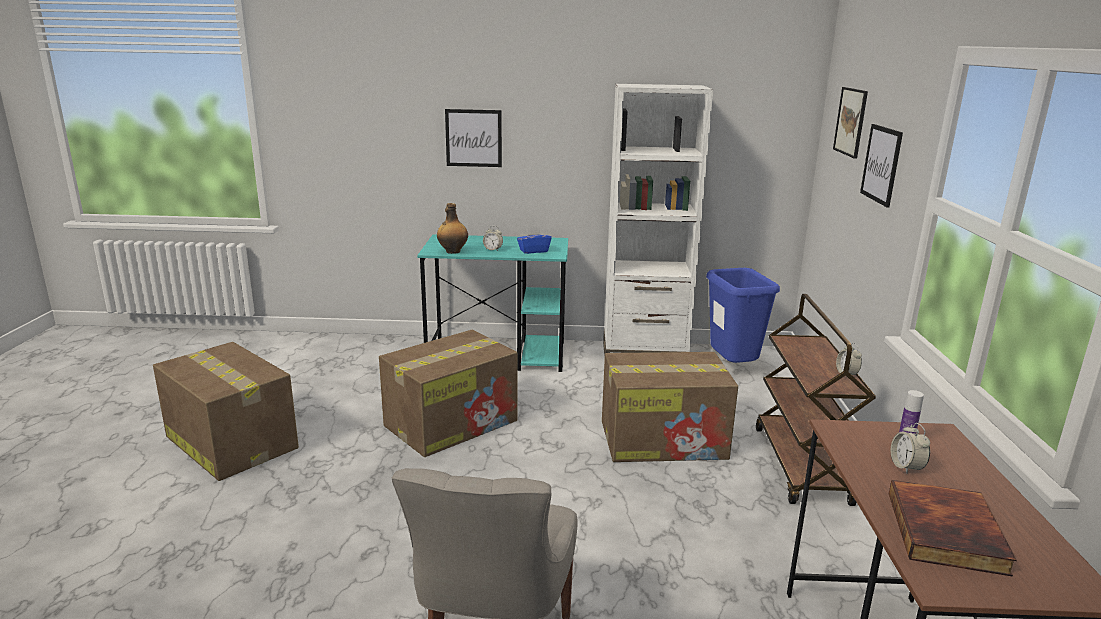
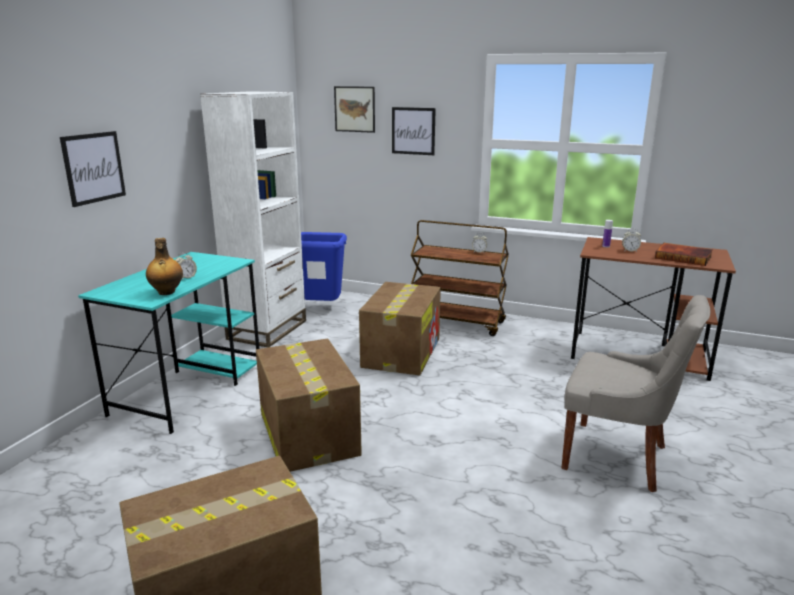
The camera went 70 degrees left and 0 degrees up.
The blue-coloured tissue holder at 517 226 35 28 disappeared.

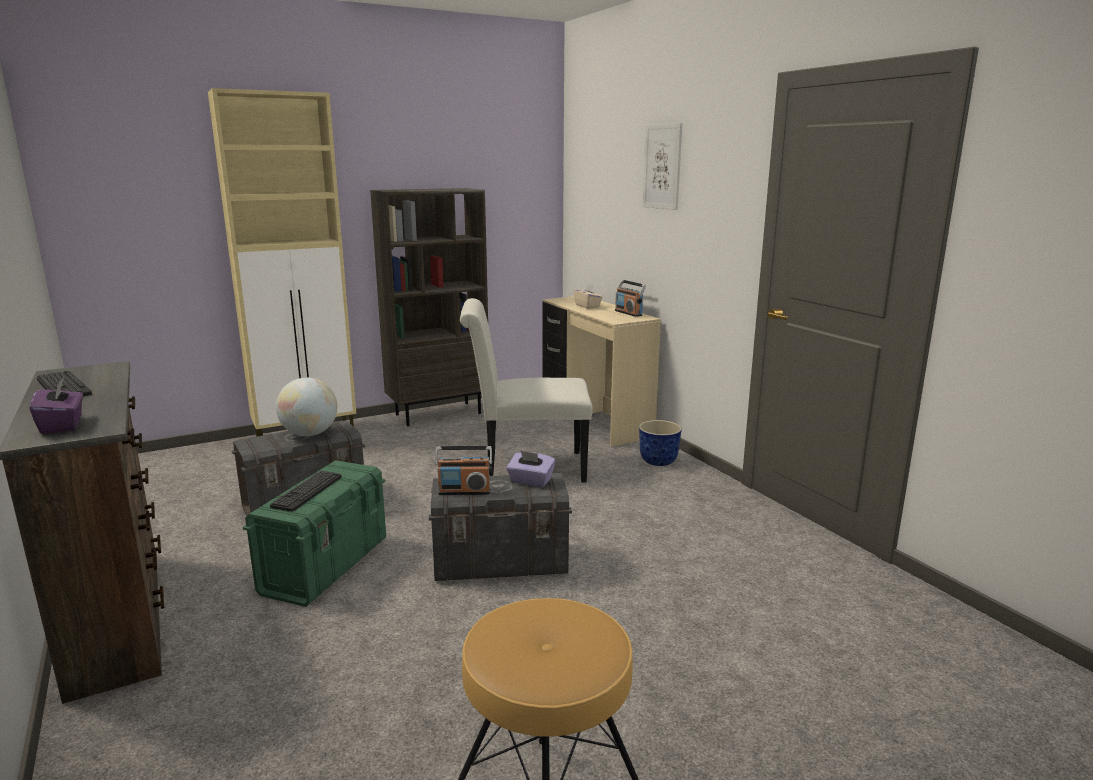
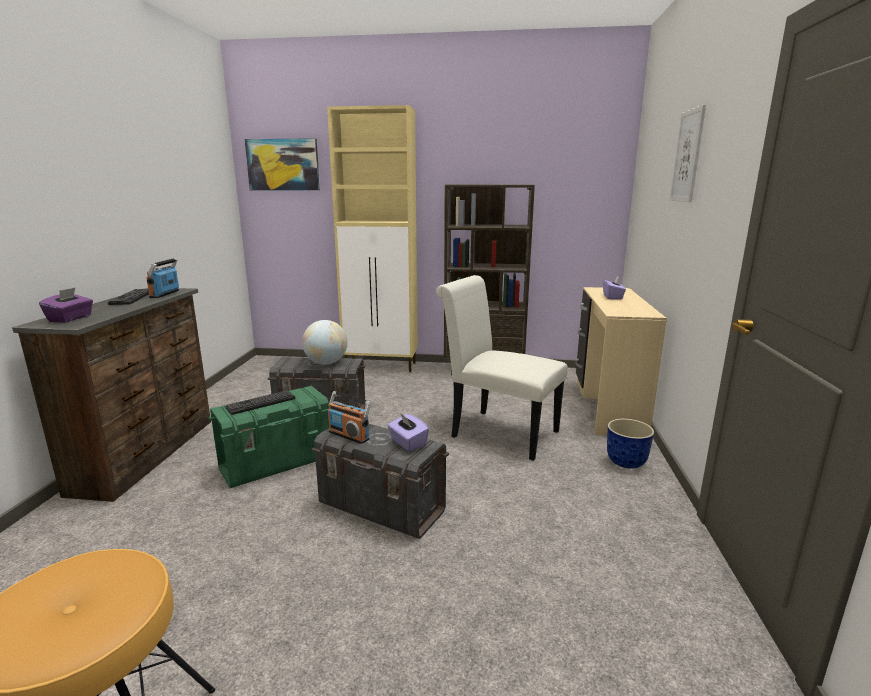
The camera went 35 degrees right and 0 degrees up.
The radio set moved from 615 280 31 37 to 146 258 33 40.
The wall picture at 244 138 76 53 appeared.
The beige-coloured tissue holder at 573 284 30 25 became the purple-coloured tissue holder at 603 276 23 24.

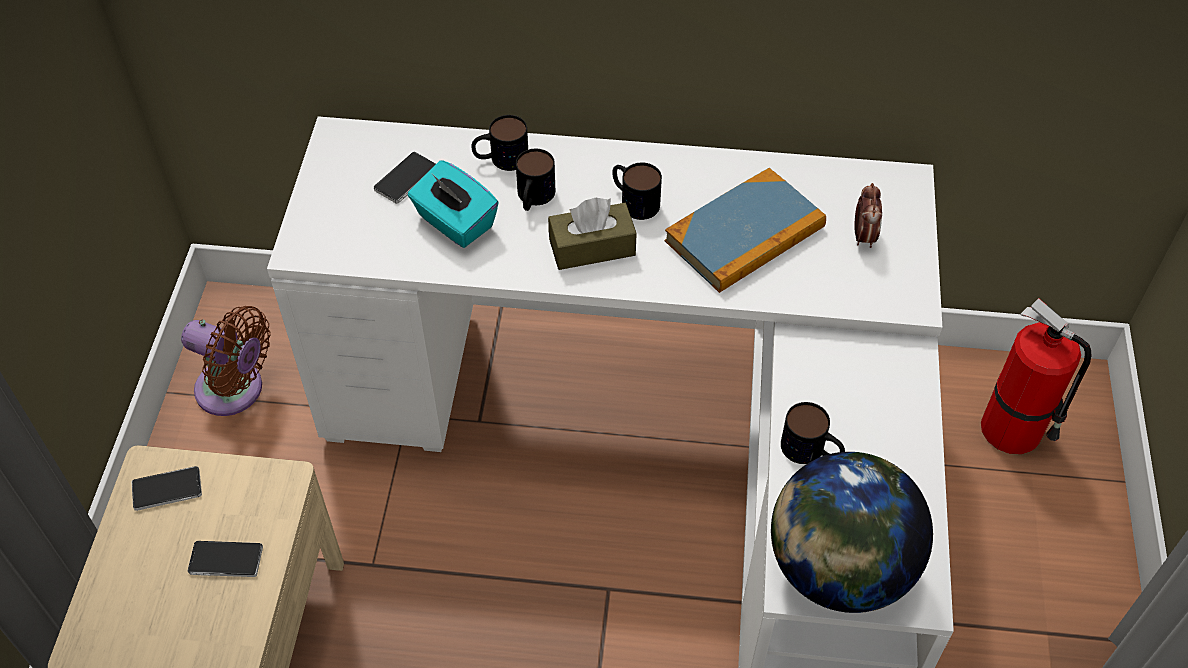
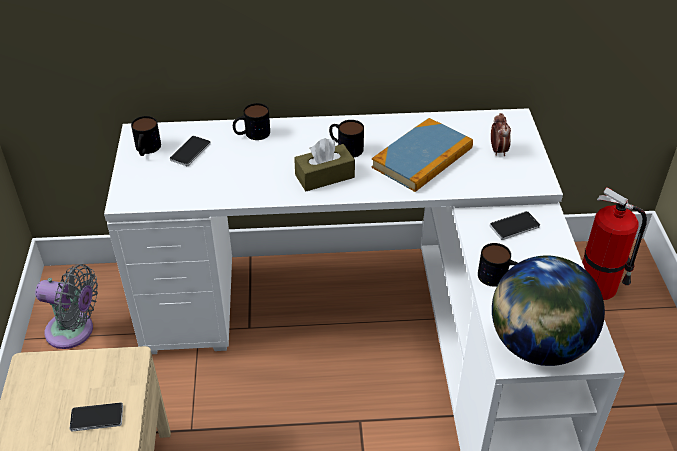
The camera went 10 degrees left and 10 degrees down.
The brown cooling fan at 181 306 89 110 became the grey cooling fan at 35 264 63 85.
The mug moved from 516 149 39 62 to 131 116 30 40.
The handset moved from 132 466 70 45 to 490 211 50 29.
The turquoise-coloured tissue holder at 408 160 91 88 disappeared.

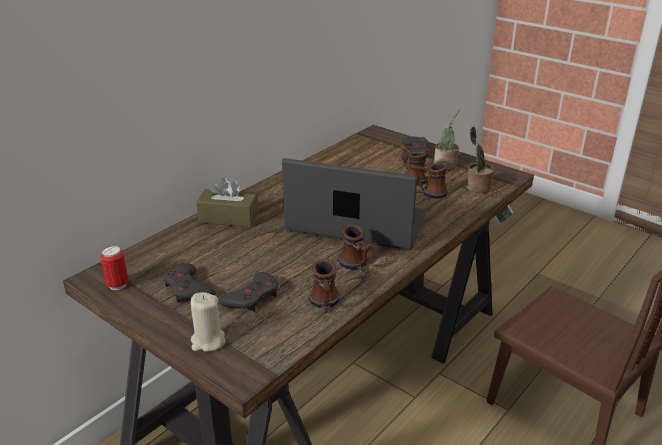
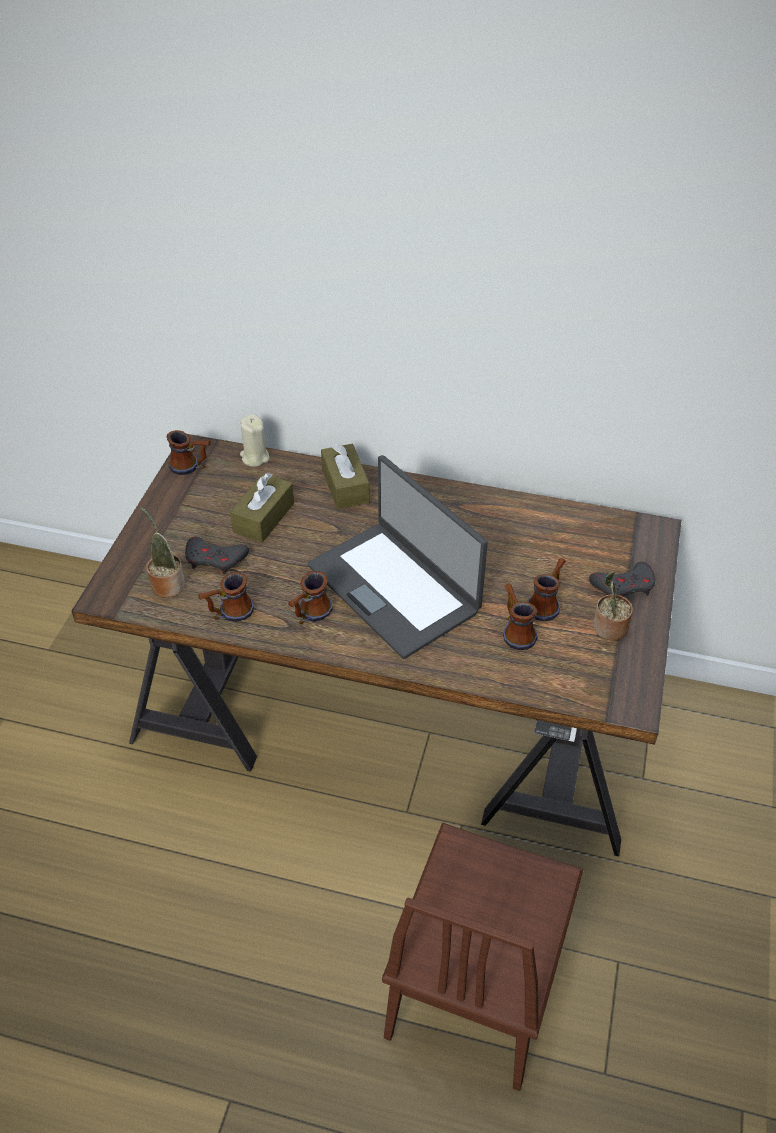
The camera went 65 degrees right and 15 degrees up.
The plant in a pot moved from 467 126 27 68 to 140 507 45 91.
The can at 100 246 28 44 was replaced by the mug at 167 430 44 45.
The brown tissue holder at 230 473 64 70 appeared.
The beige-coloured candle moved from 191 292 34 60 to 240 415 30 52.
The portable computer at 282 158 144 92 turned 150 degrees clockwise.
The grey joypad at 163 263 53 39 disappeared.

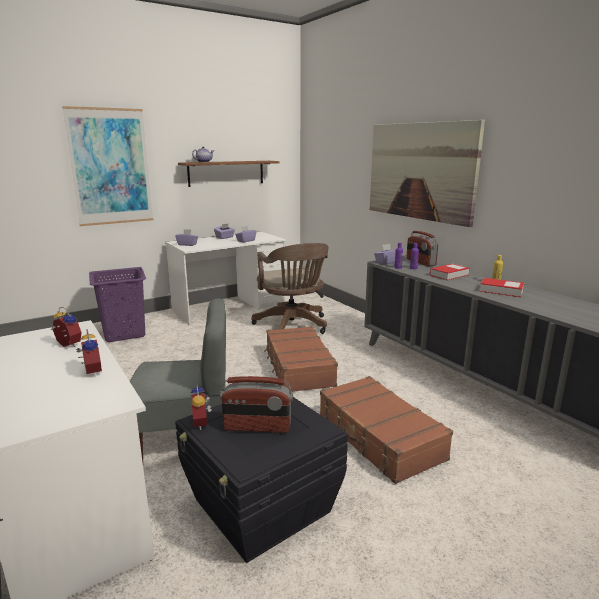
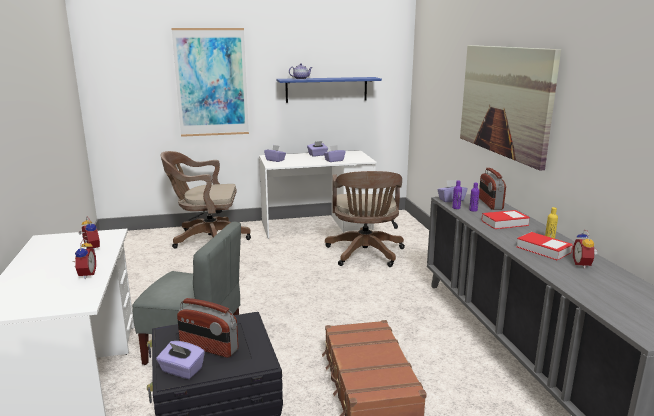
The camera went 20 degrees right and 0 degrees up.
The purple-coloured tissue holder at 156 341 49 38 appeared.
The purple-coloured hamper at 89 267 57 75 was replaced by the brown desk chair at 160 151 91 98.
The brown bracket shelf at 178 161 101 26 became the blue-coloured bracket shelf at 276 77 106 26.
The alarm clock moved from 191 384 20 46 to 573 230 24 39.
The brown travel case at 264 326 74 66 disappeared.

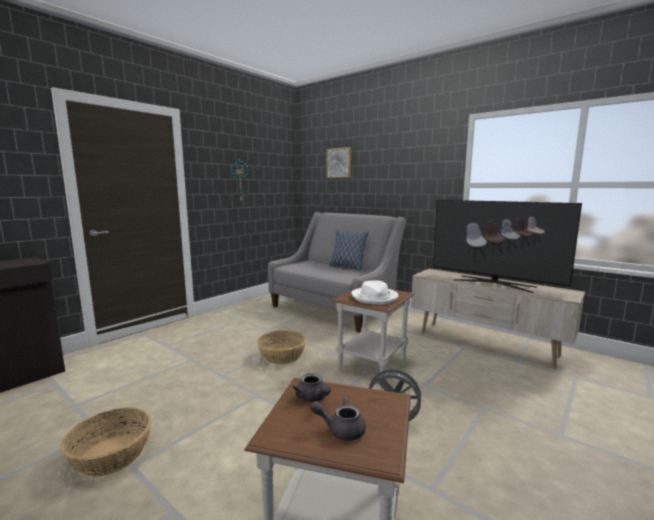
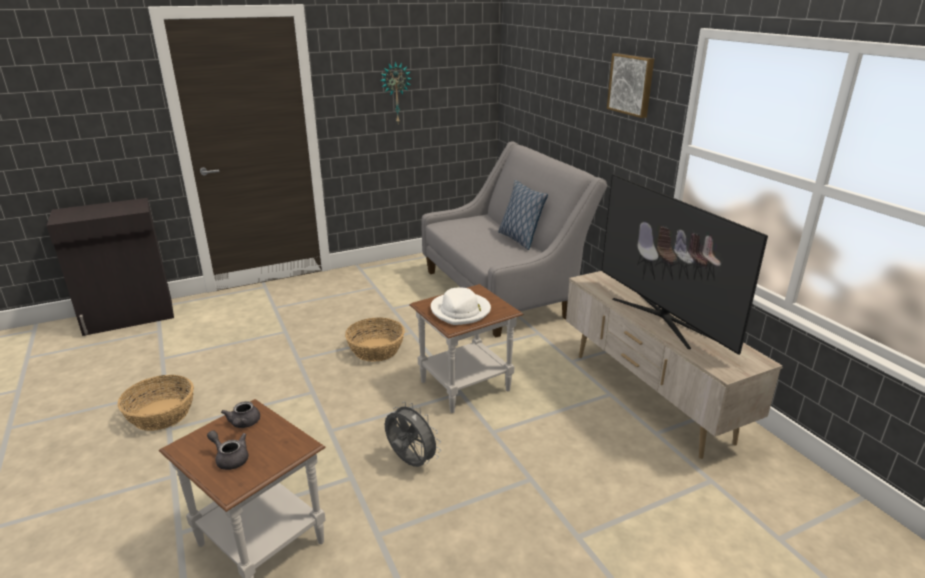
The camera went 25 degrees right and 15 degrees up.
The wall picture moved from 326 147 25 31 to 607 53 47 65.

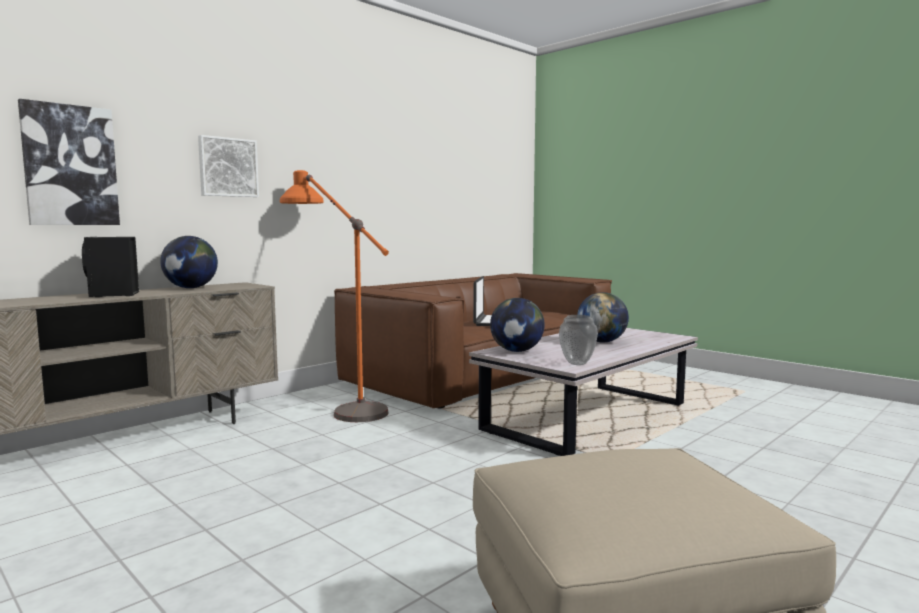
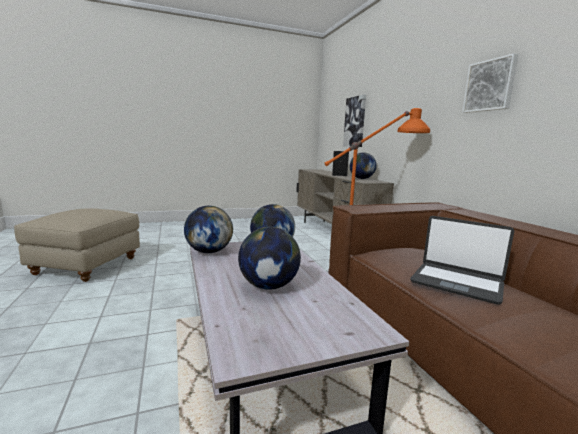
The camera went 115 degrees right and 5 degrees up.
The flower vase at 559 315 39 50 was replaced by the world globe at 184 206 49 47.
The wall picture moved from 198 135 61 62 to 462 53 57 60.

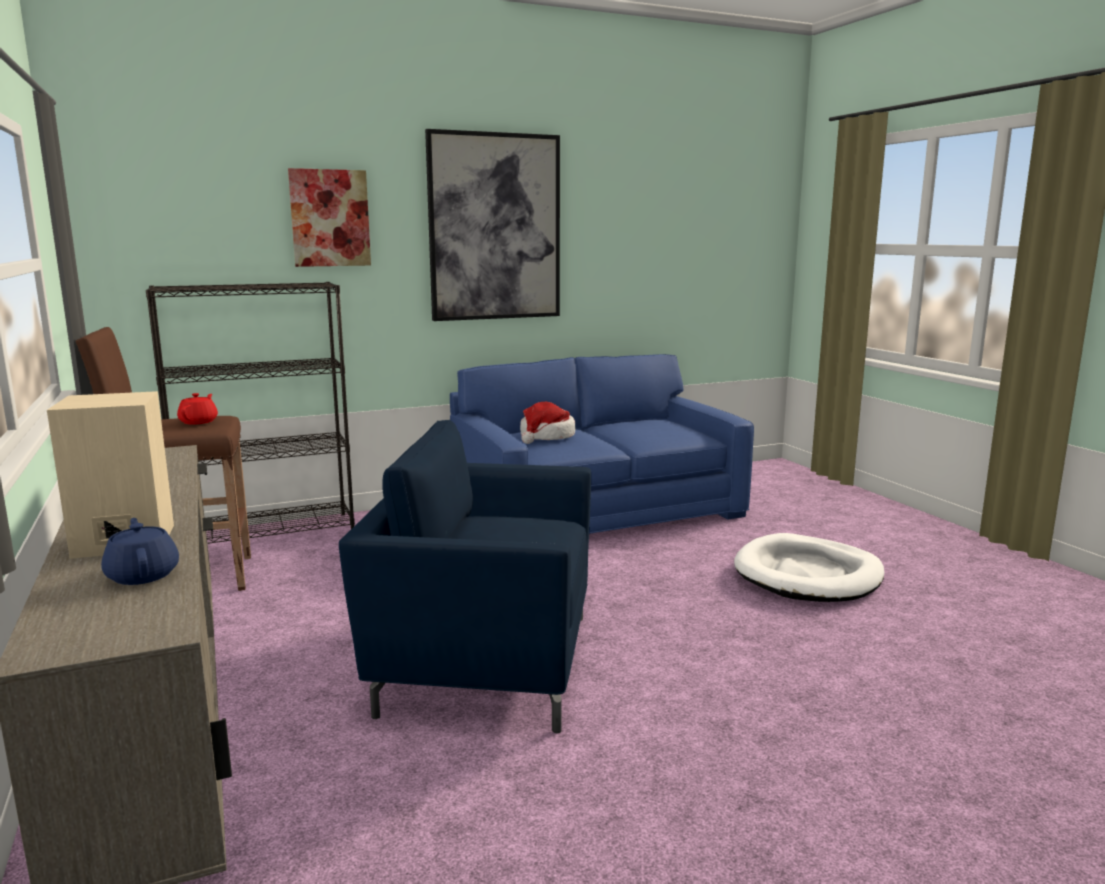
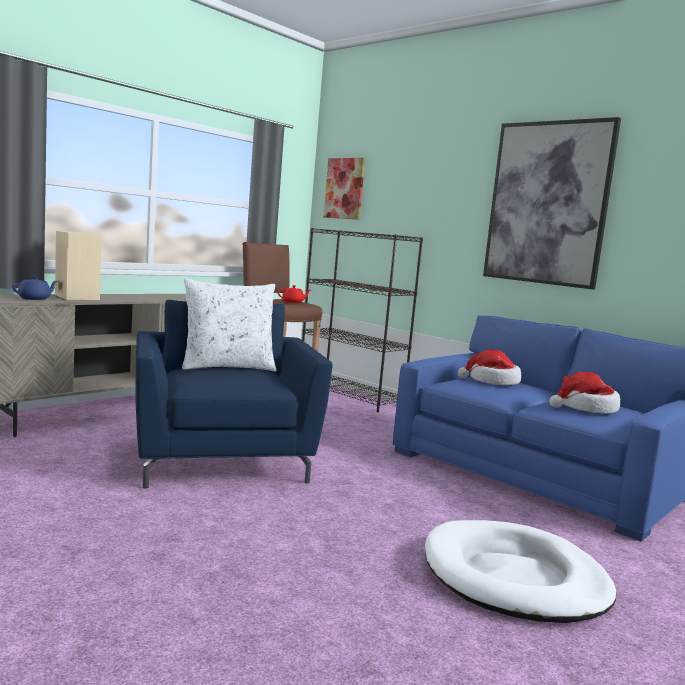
The camera went 65 degrees right and 5 degrees down.
The white-coloured pillow at 182 279 95 92 appeared.
The wall picture moved from 288 168 83 99 to 324 158 41 62.
The wearable hat at 550 372 70 42 appeared.

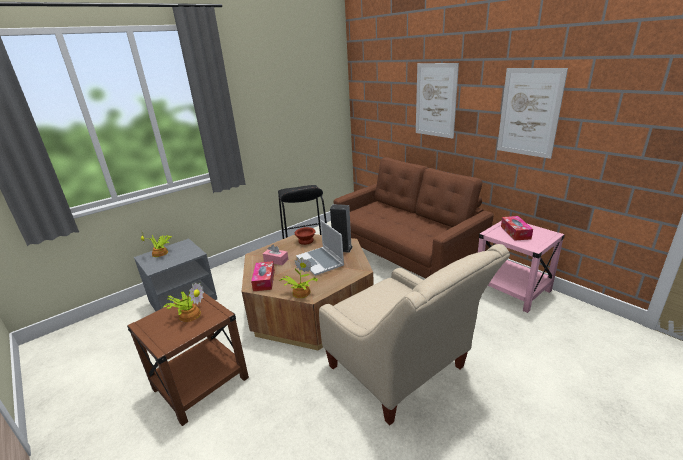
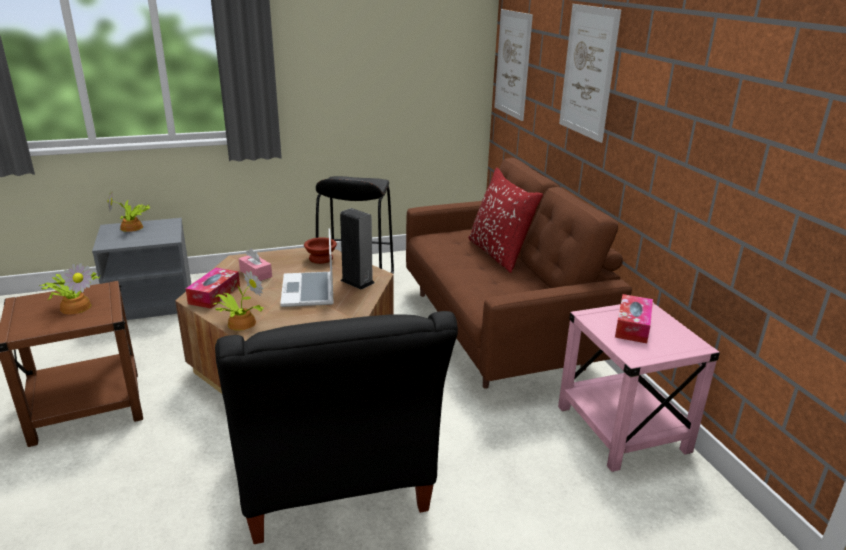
The camera went 20 degrees right and 0 degrees up.
The beige-coloured lounge chair at 319 244 191 181 became the black-coloured lounge chair at 215 311 243 233.
The red pillow at 468 168 75 105 appeared.
The wall picture moved from 497 68 71 91 to 494 9 39 112.

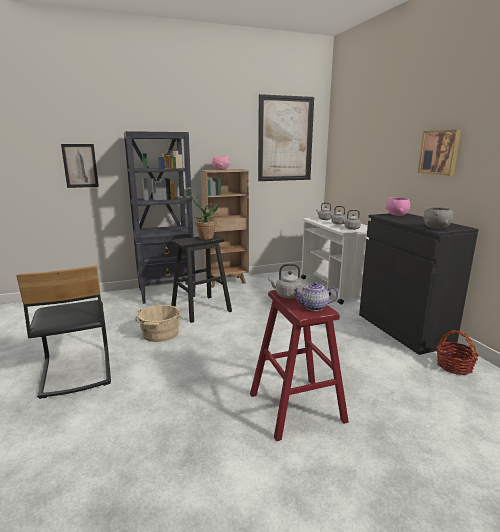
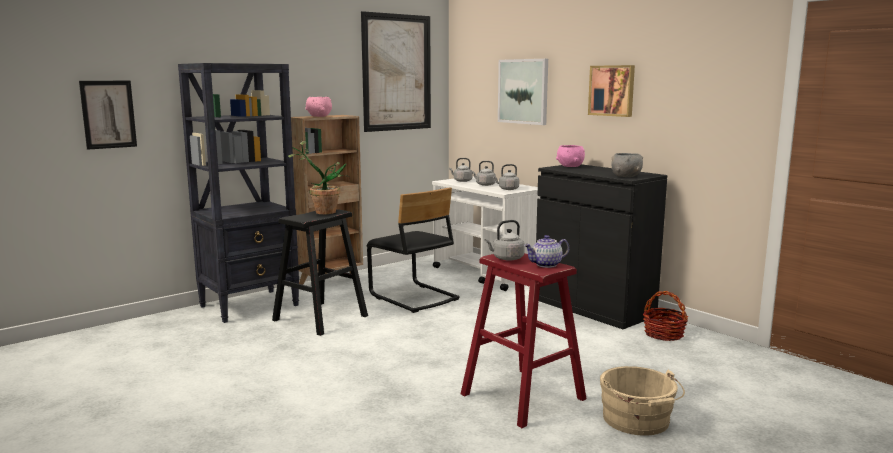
The camera went 20 degrees left and 5 degrees down.
The black-coloured upright chair moved from 16 266 95 133 to 367 187 93 126.
The wall picture at 498 59 50 66 appeared.
The beige-coloured bucket moved from 135 305 45 37 to 600 366 85 70.

